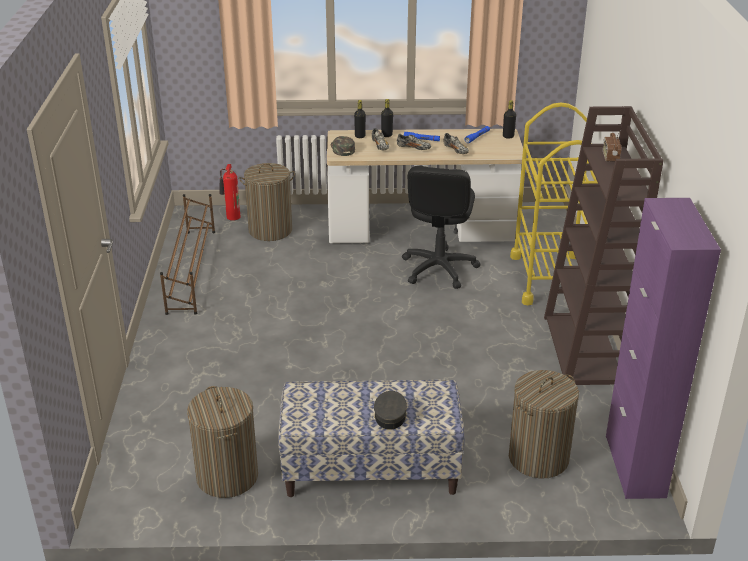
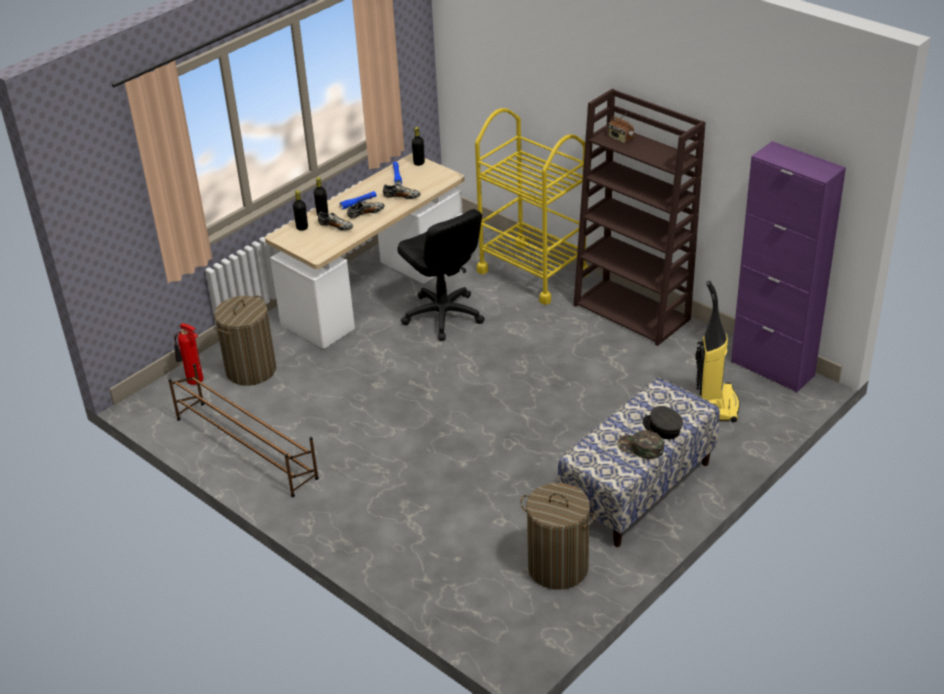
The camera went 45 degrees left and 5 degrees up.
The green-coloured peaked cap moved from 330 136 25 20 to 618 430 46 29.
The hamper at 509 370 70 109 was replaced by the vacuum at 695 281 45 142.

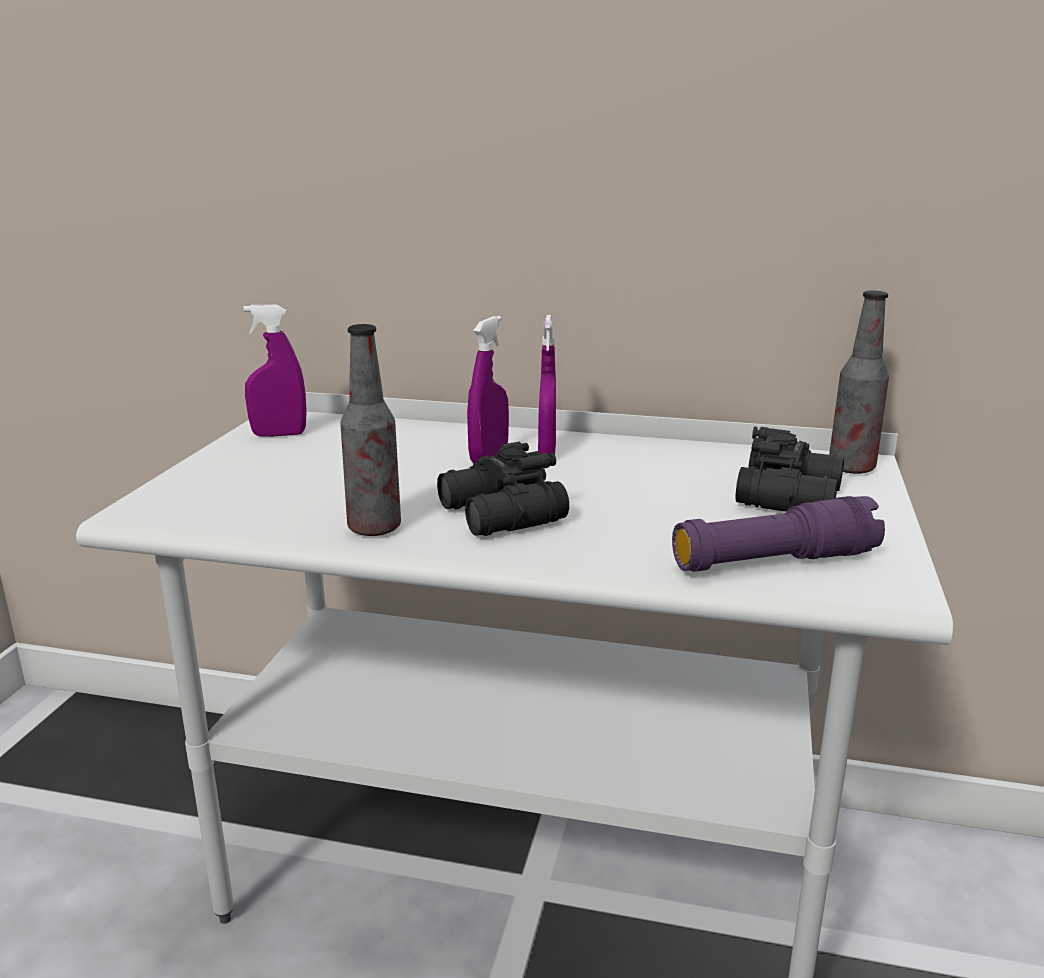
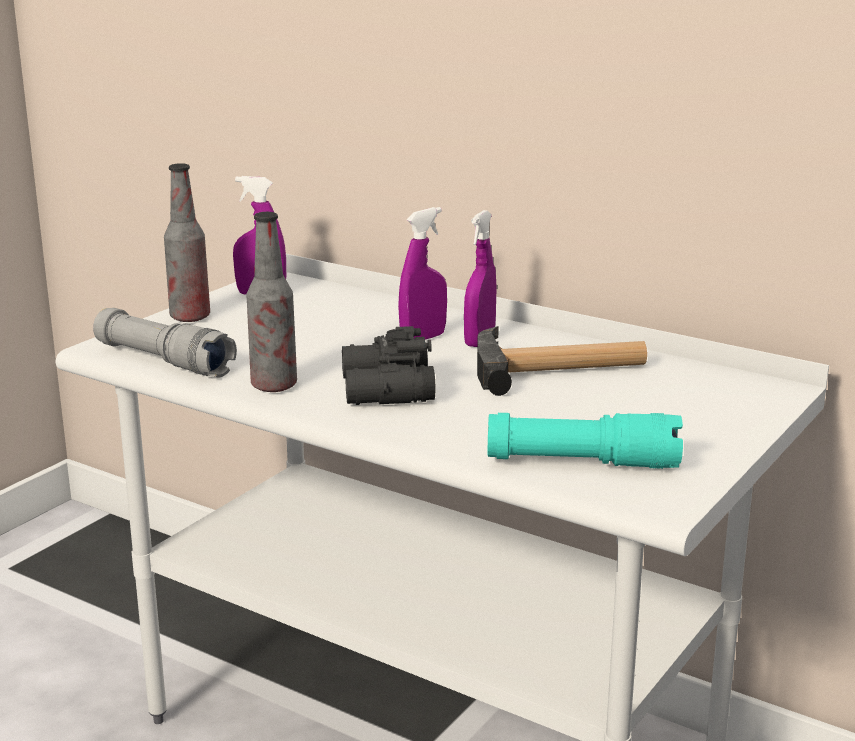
The camera went 20 degrees right and 0 degrees up.
The grey flashlight at 93 308 144 69 appeared.
The beverage bottle moved from 829 291 60 183 to 164 163 46 159.
The hand hammer at 477 326 170 70 appeared.
The purple-coloured flashlight at 672 496 213 76 became the turquoise-coloured flashlight at 488 413 195 56.
The black-coloured pair of binoculars at 735 426 109 86 disappeared.

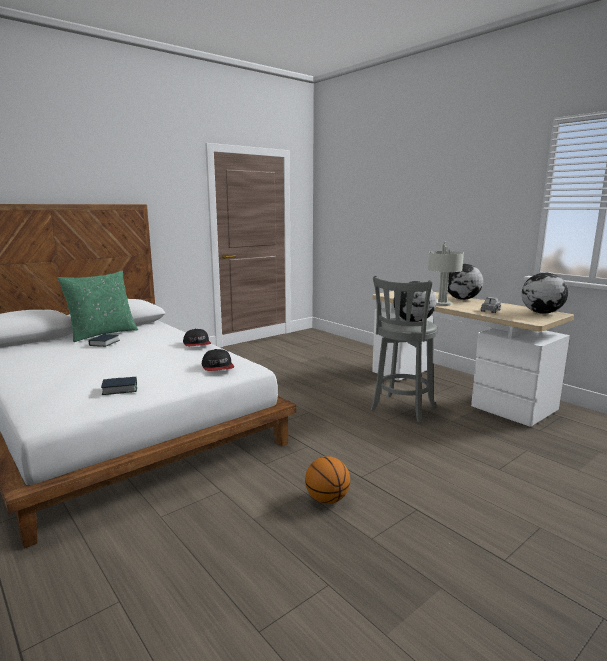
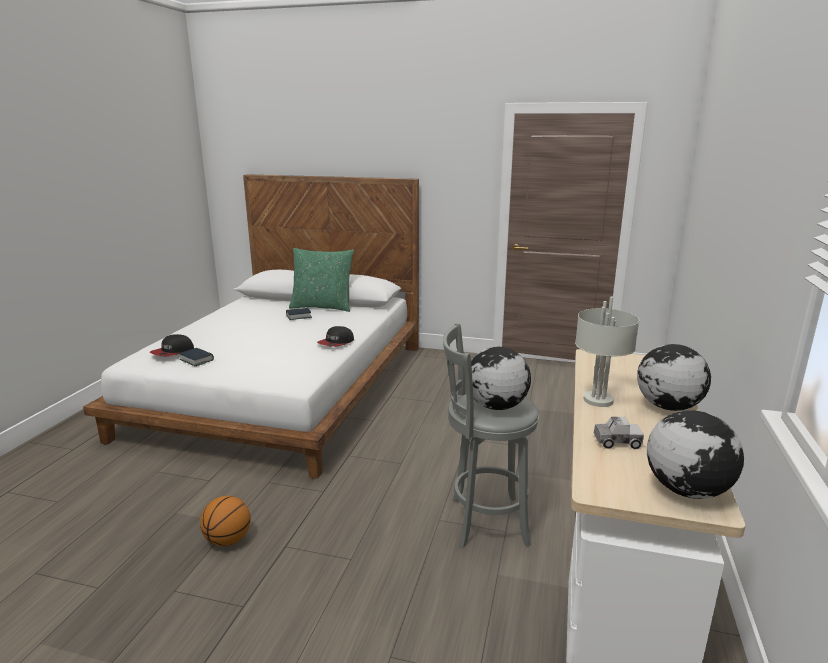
The camera went 55 degrees right and 5 degrees up.
The peaked cap moved from 202 349 32 22 to 150 334 44 22.

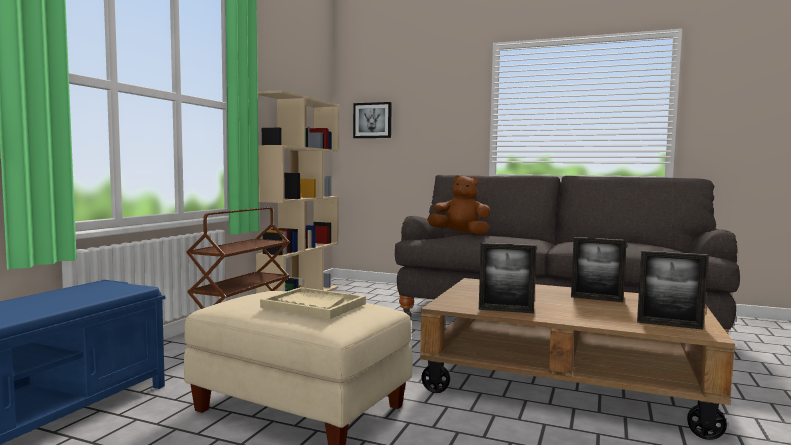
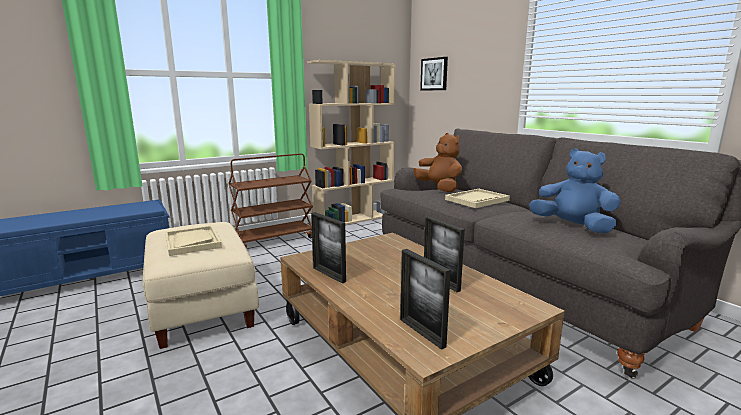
The camera went 35 degrees right and 10 degrees up.
The beige-coloured carrying tray at 445 189 65 19 appeared.
The blue-coloured plush toy at 529 148 92 85 appeared.

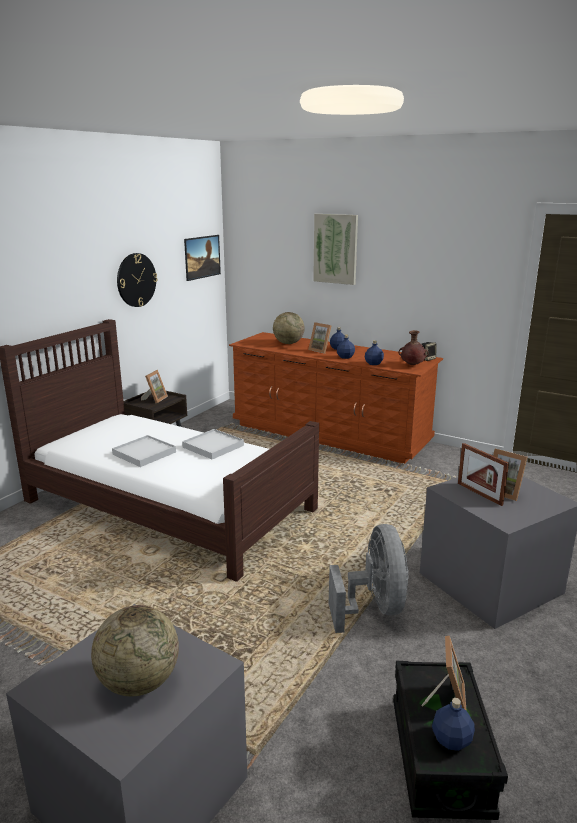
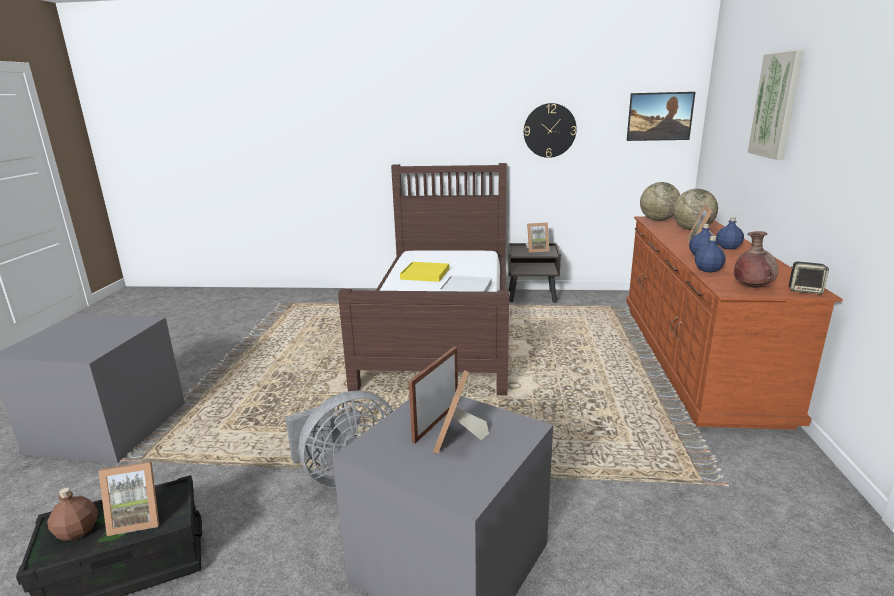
The camera went 65 degrees right and 0 degrees up.
The blue-coloured beverage bottle at 432 698 43 53 became the brown beverage bottle at 47 488 51 52.
The white-coloured carrying tray at 112 435 64 32 became the yellowish carrying tray at 400 262 49 20.
The world globe moved from 91 605 88 91 to 640 182 40 39.

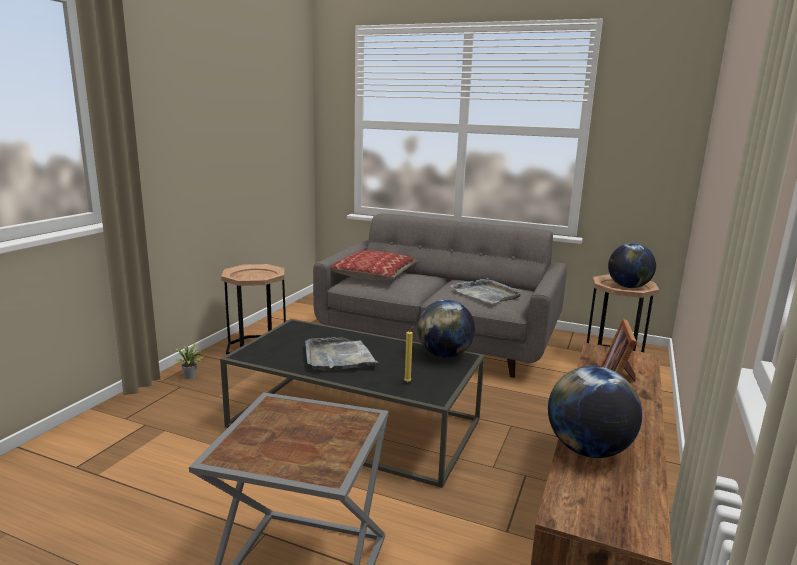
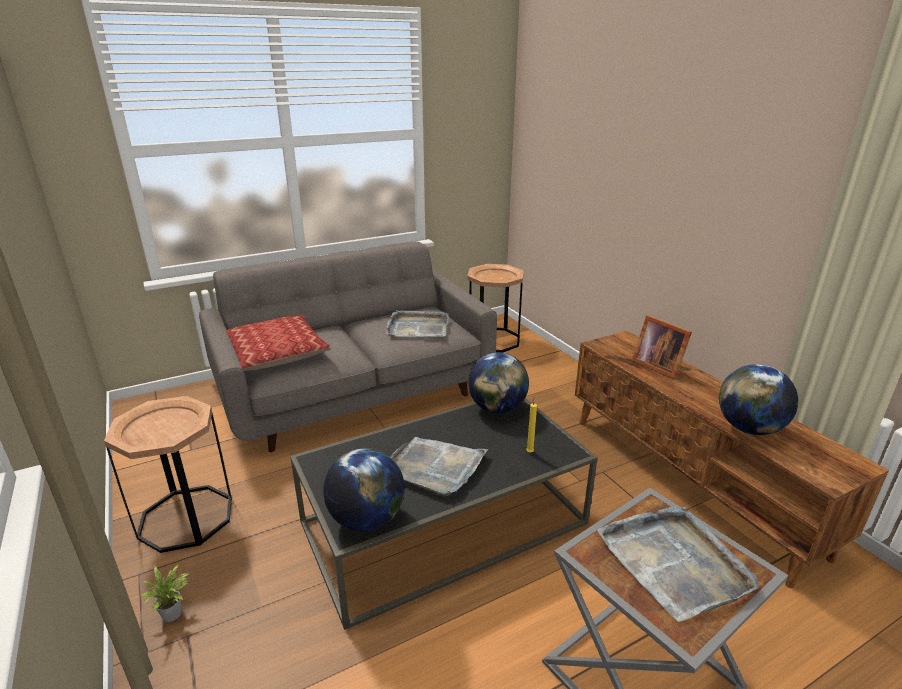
The camera went 50 degrees left and 10 degrees up.
The world globe moved from 608 243 48 45 to 323 448 82 83.
The grey carrying tray at 597 507 162 115 appeared.

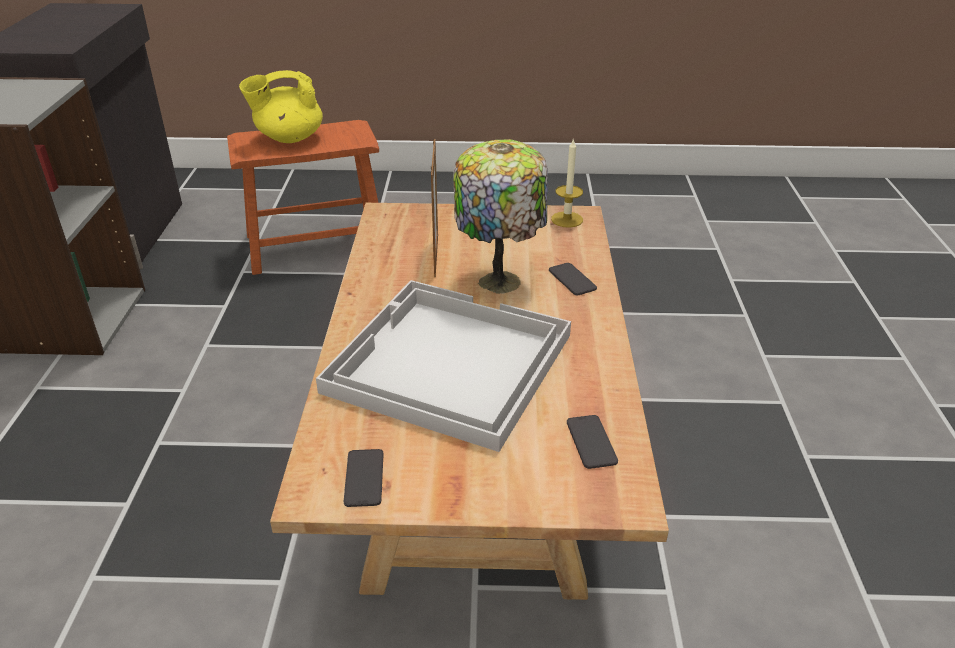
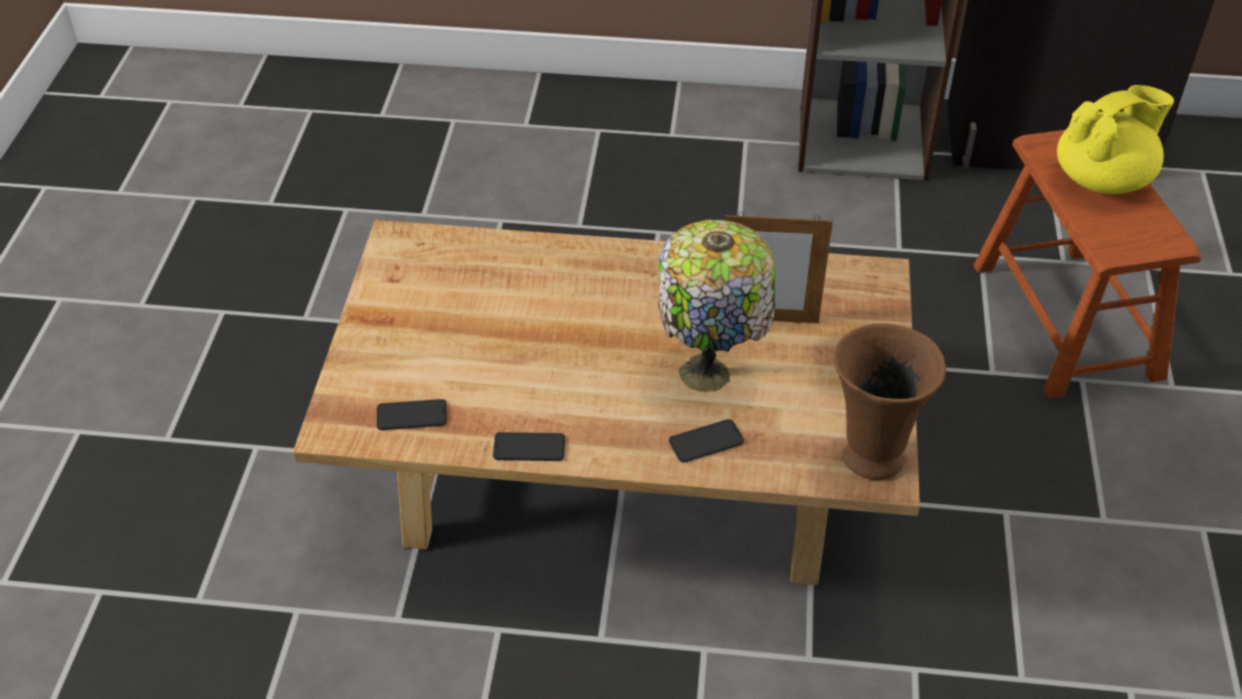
The camera went 95 degrees right and 10 degrees up.
The handset moved from 344 449 39 58 to 493 432 72 29.
The candle at 551 138 32 90 was replaced by the brown flower vase at 833 323 113 157.
The yellowish teapot at 239 70 84 73 turned 75 degrees clockwise.
The white-coloured carrying tray at 316 280 255 172 disappeared.

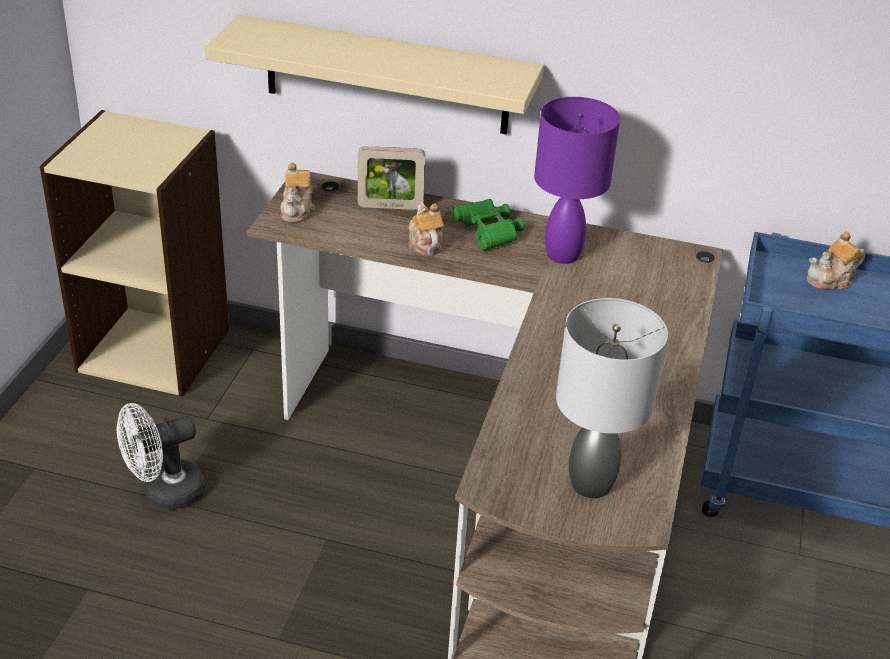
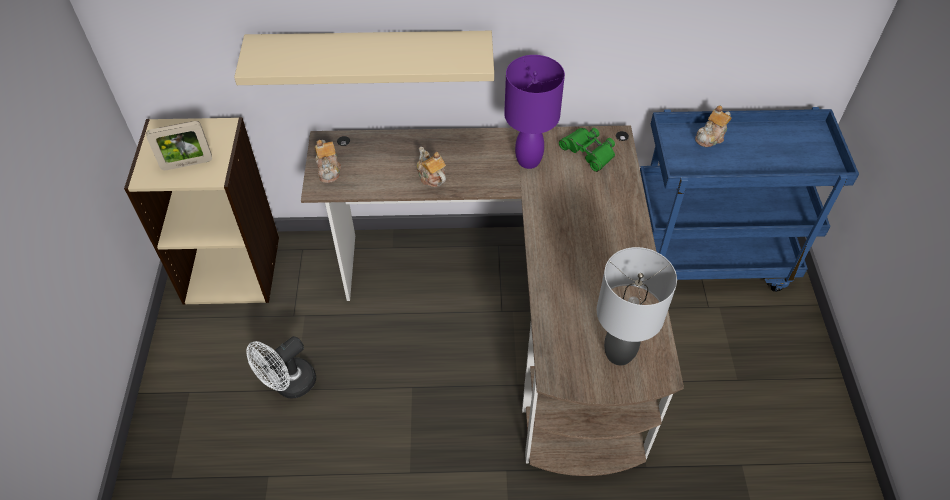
The camera went 15 degrees left and 15 degrees up.
The standing frame moved from 358 146 67 64 to 146 121 66 49.
The green-coloured pair of binoculars moved from 451 199 73 52 to 559 128 56 44.

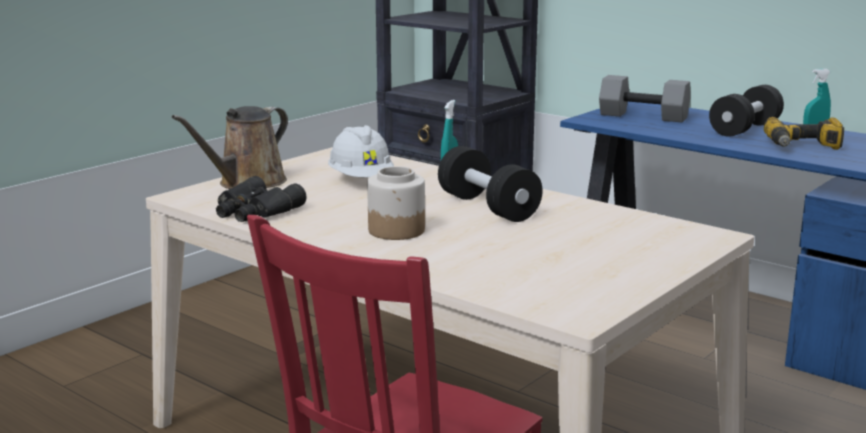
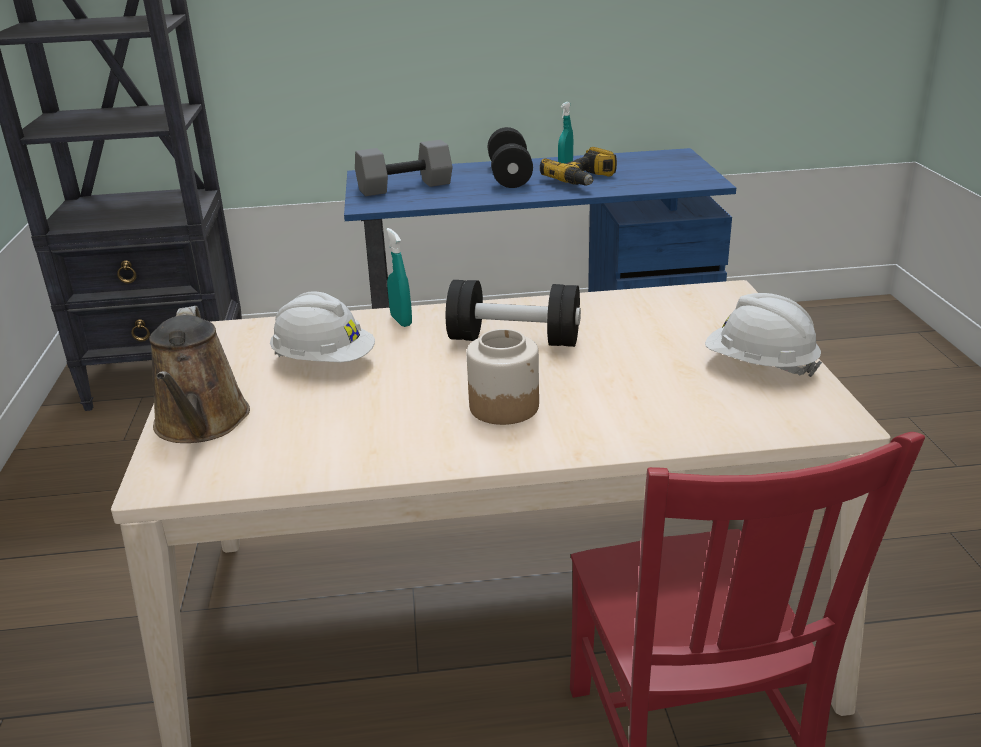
The camera went 45 degrees left and 10 degrees up.
The white-coloured hard hat at 705 293 117 84 appeared.
The black-coloured pair of binoculars at 216 176 91 46 disappeared.

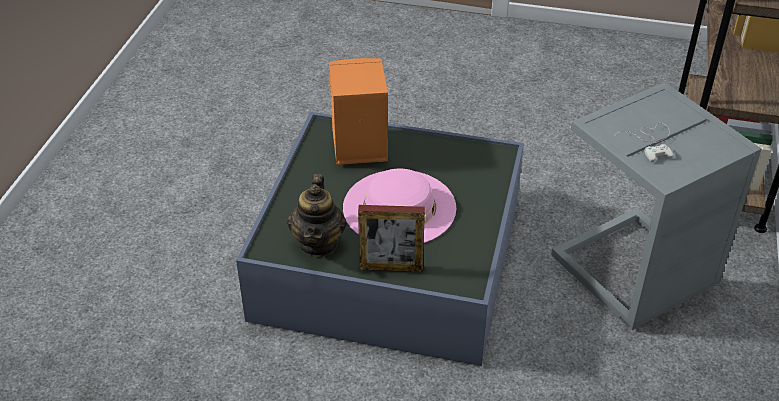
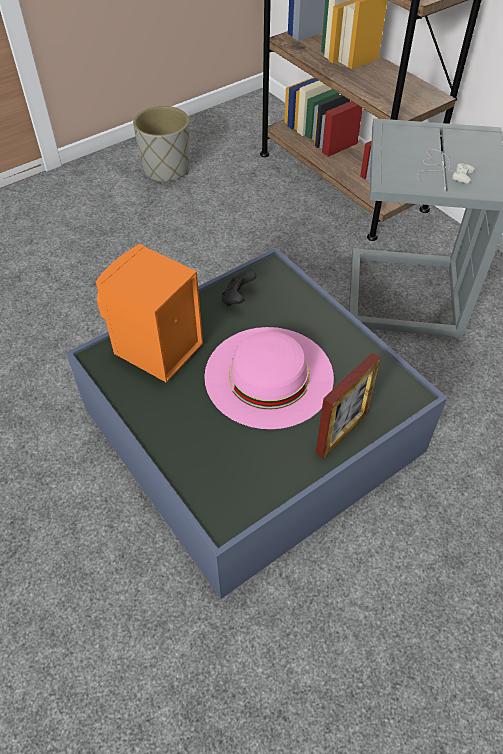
The camera went 50 degrees left and 10 degrees up.
The grey planter at 133 106 57 77 appeared.
The black-coloured joypad at 222 271 34 35 appeared.
The teapot at 287 174 59 83 disappeared.

